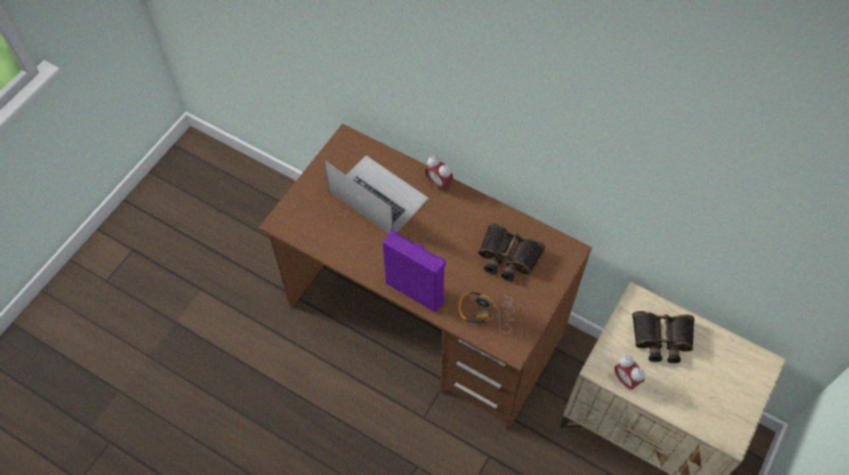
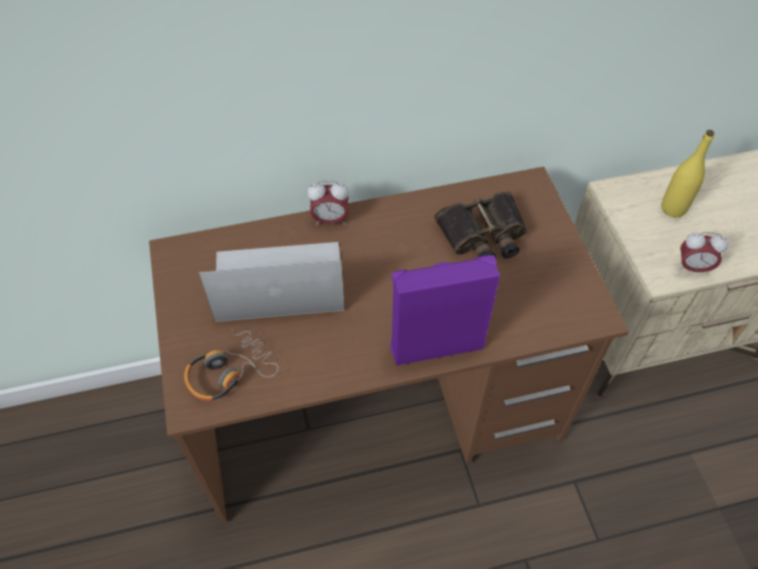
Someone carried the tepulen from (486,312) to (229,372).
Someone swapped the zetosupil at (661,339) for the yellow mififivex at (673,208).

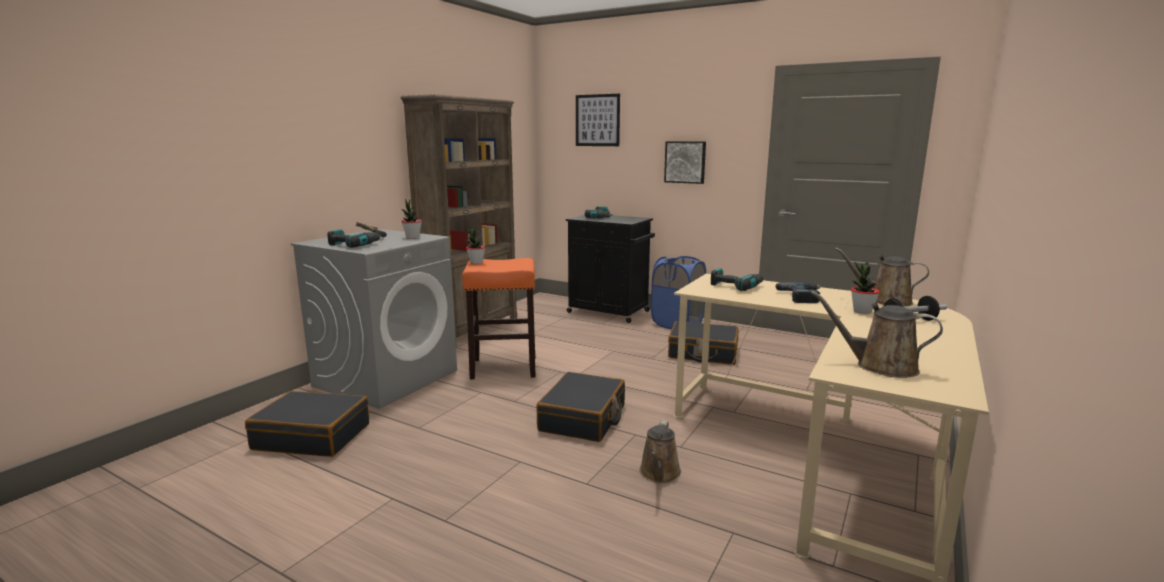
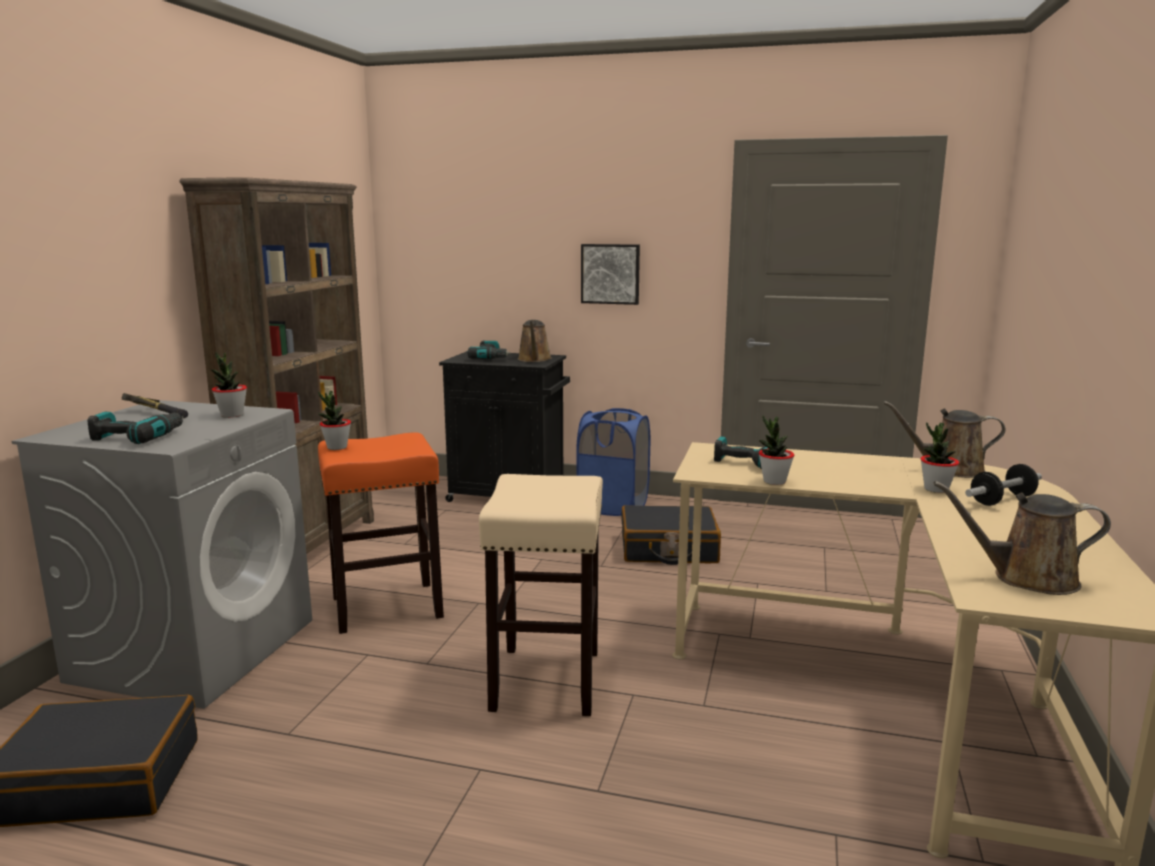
Someone swapped the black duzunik at (583,419) for the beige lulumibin at (546,679).
Someone took away the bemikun at (597,120).
Someone carried the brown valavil from (659,474) to (534,359).
Someone took away the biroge at (803,296).
Someone put down the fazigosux at (774,481).

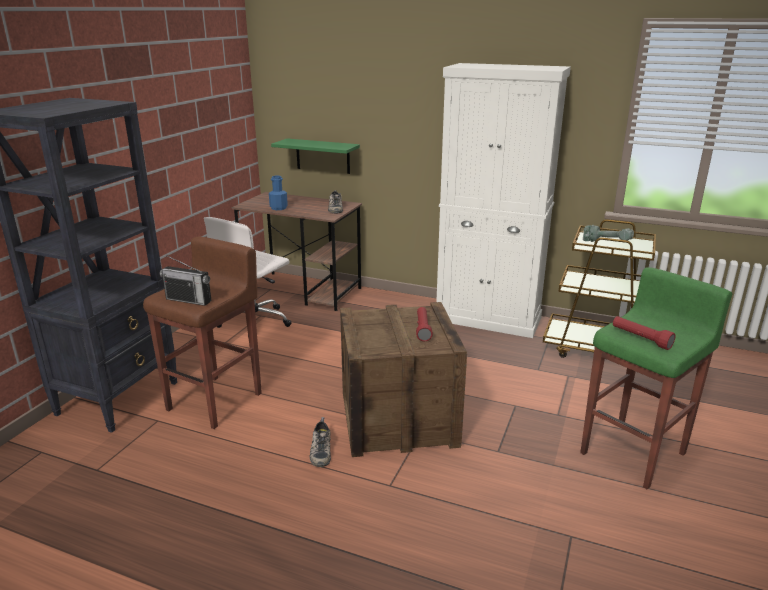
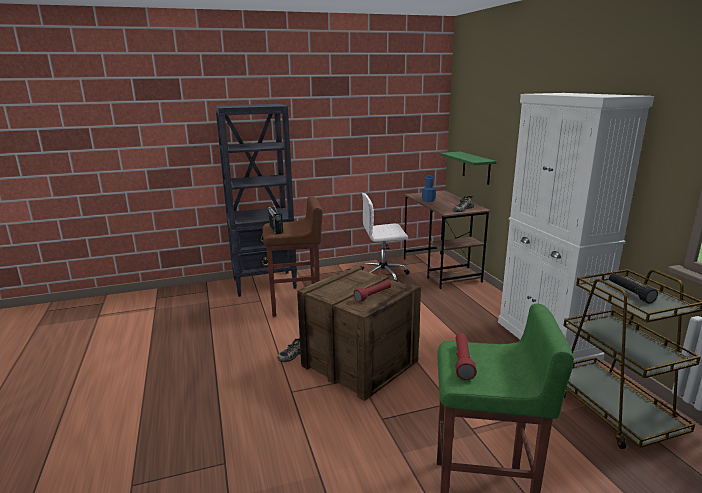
Someone swapped the biroge at (607,243) for the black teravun at (629,293).

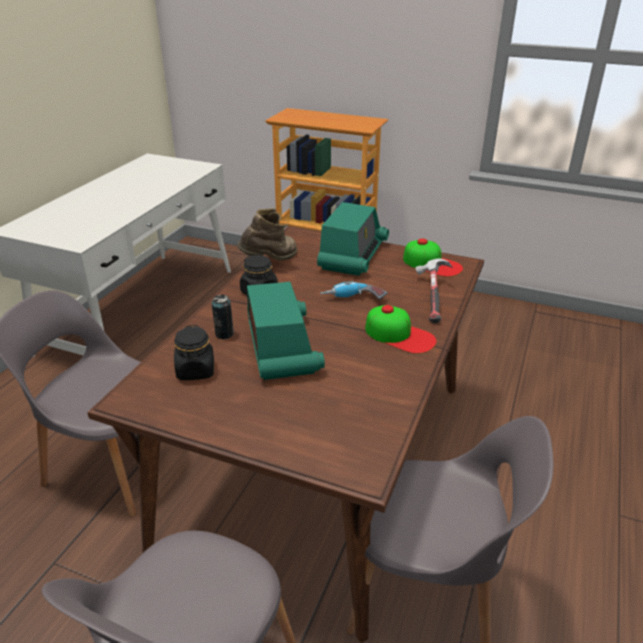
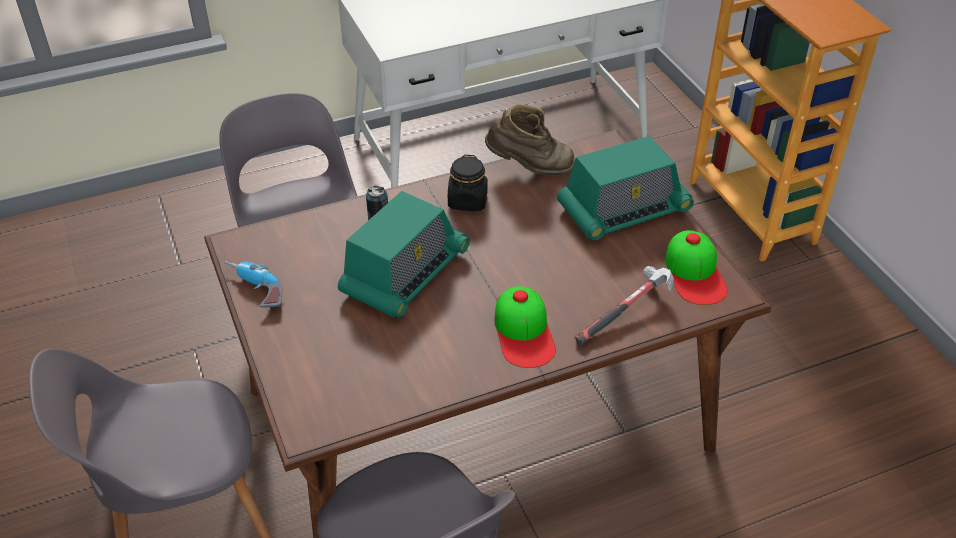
Someone took away the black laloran at (196,370).
Someone carried the biroge from (353,299) to (254,290).

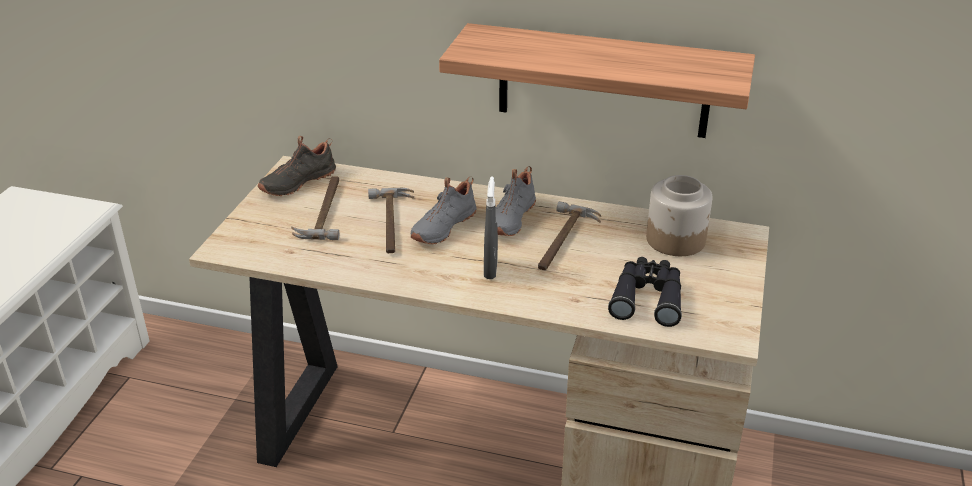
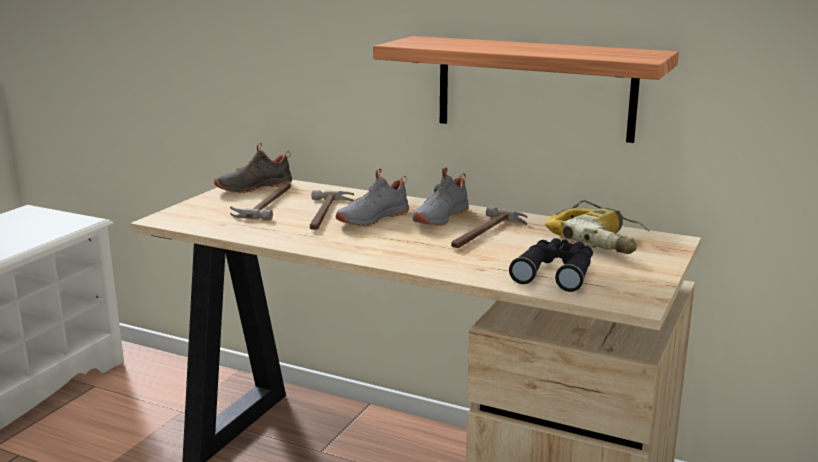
Someone took away the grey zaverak at (490,269).
Someone swapped the laloran at (676,240) for the biroge at (600,239).

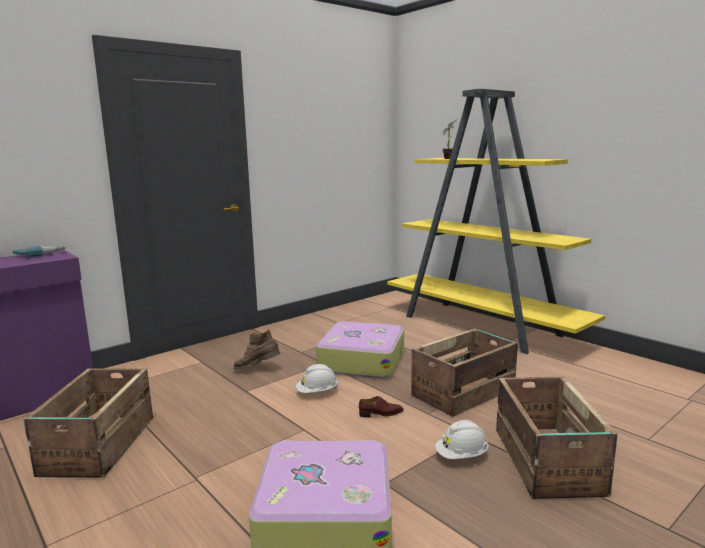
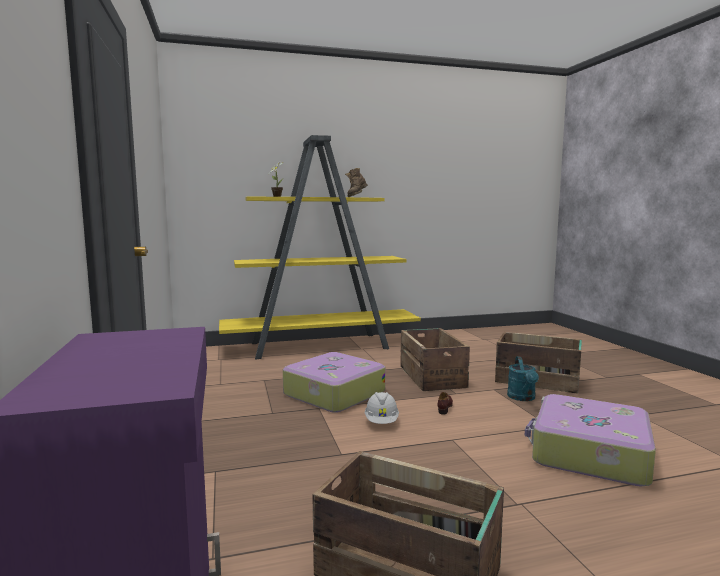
Someone took away the biroge at (40,254).
Someone carried the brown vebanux from (257,369) to (356,197).
Someone swapped the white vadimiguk at (462,456) for the turquoise valavil at (522,398).

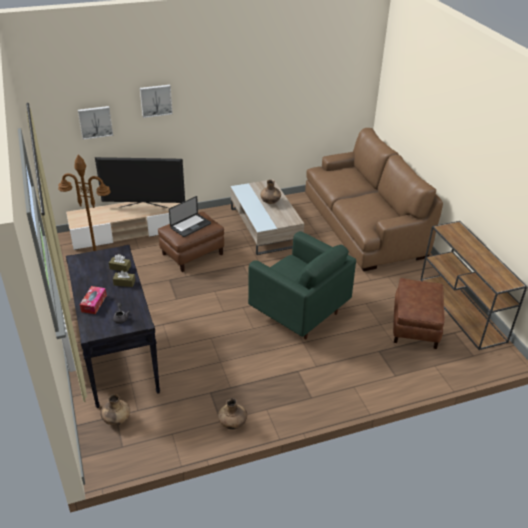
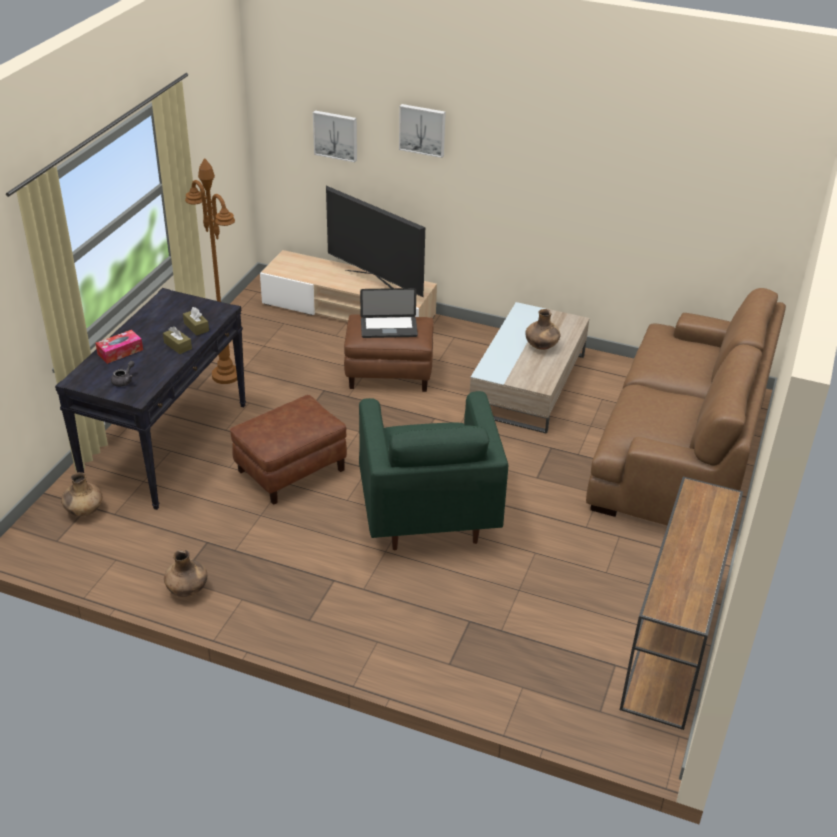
Someone carried the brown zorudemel from (414,326) to (291,470).

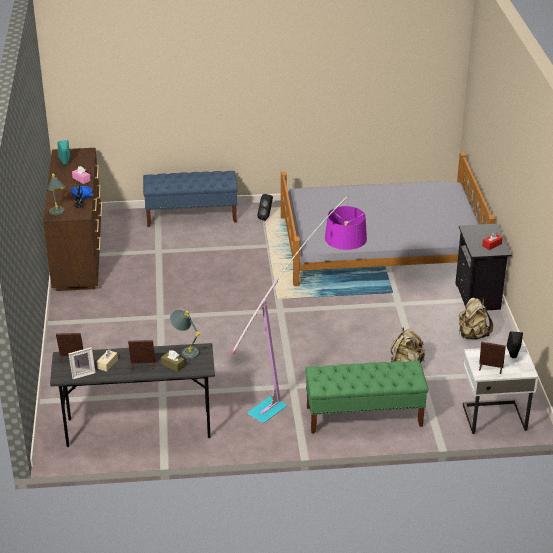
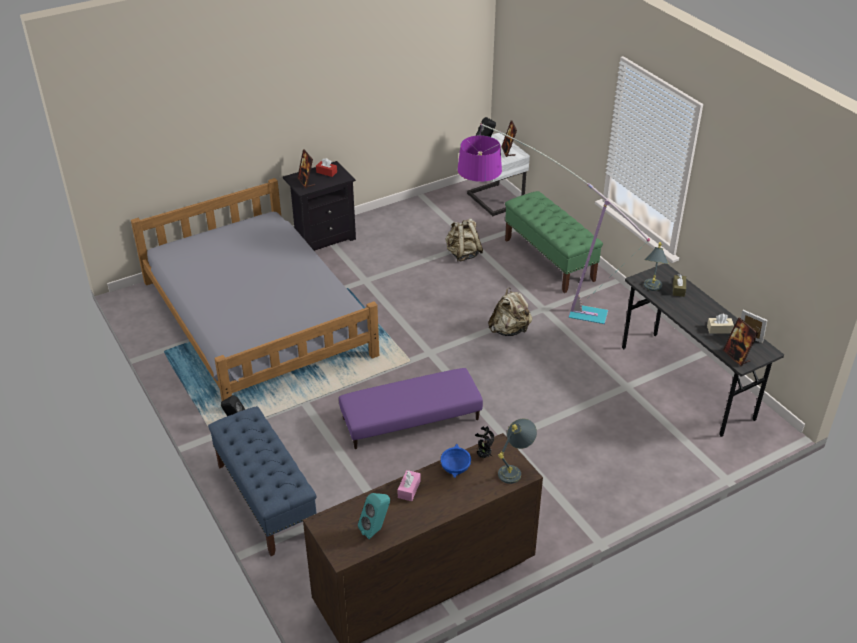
Someone carried the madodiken from (142,365) to (306,182).
Someone carried the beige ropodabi from (472,335) to (509,330).
Someone put down the purple zorudemel at (410,418).

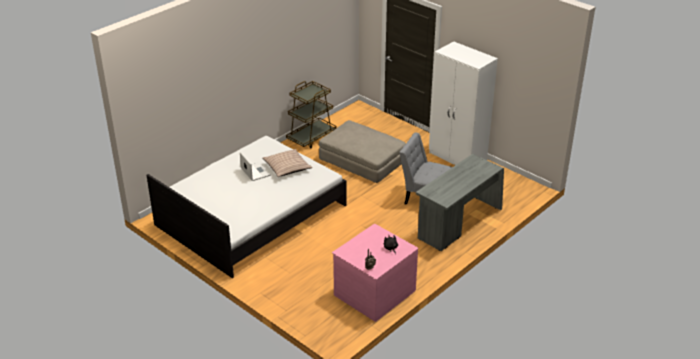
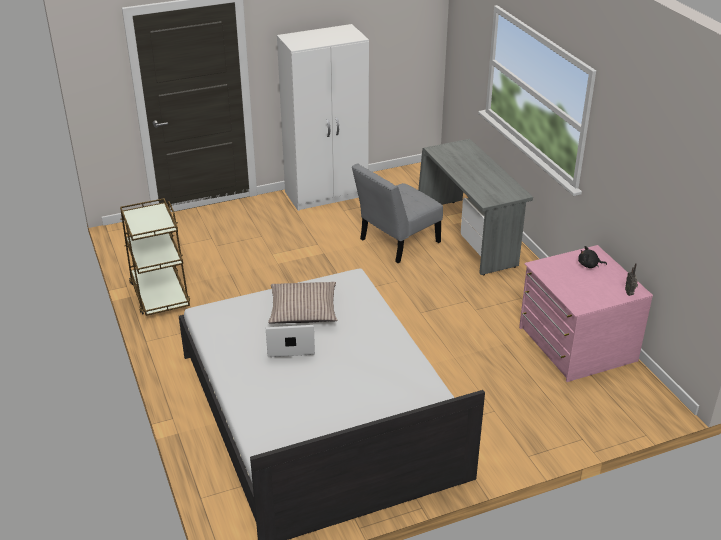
Someone took away the beige zorudemel at (362,159).

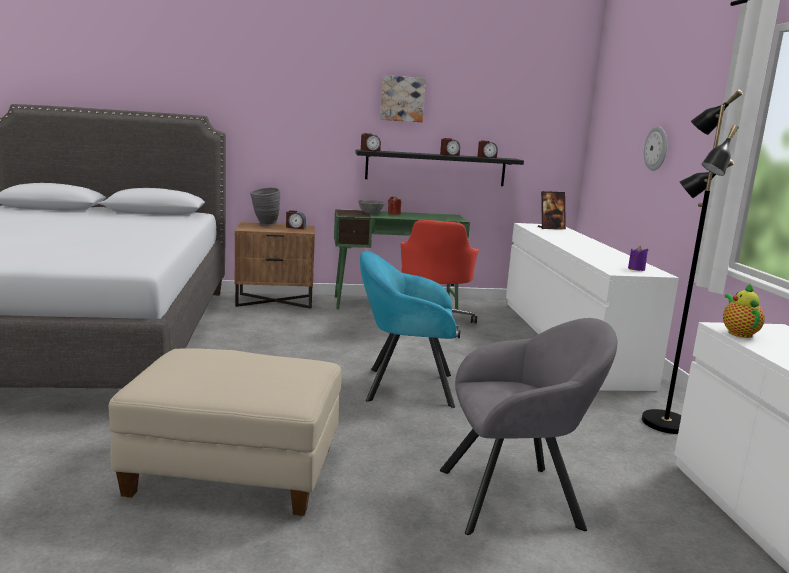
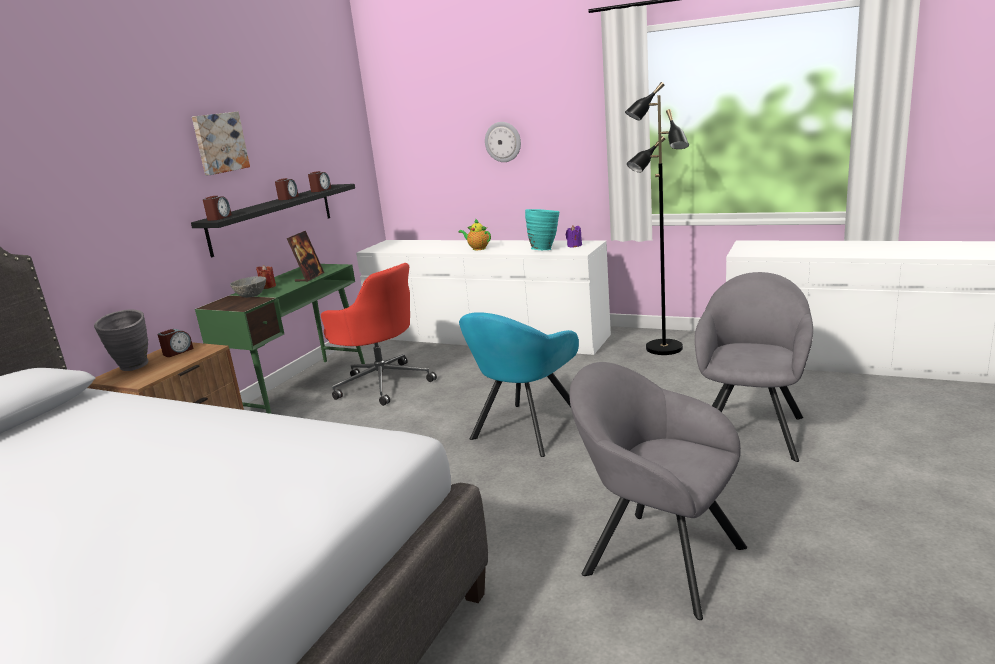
Someone swapped the beige zorudemel at (235,471) for the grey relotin at (656,557).
Someone carried the madodiken from (551,228) to (309,277).
Someone carried the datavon from (738,333) to (477,248).
Someone put down the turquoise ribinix at (544,249).

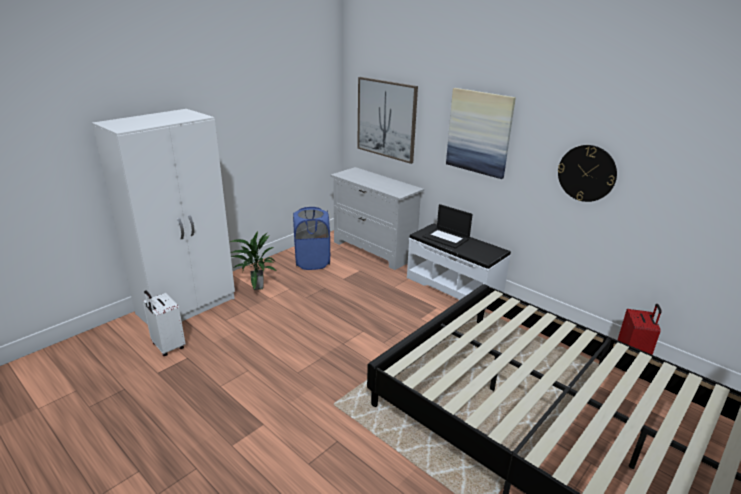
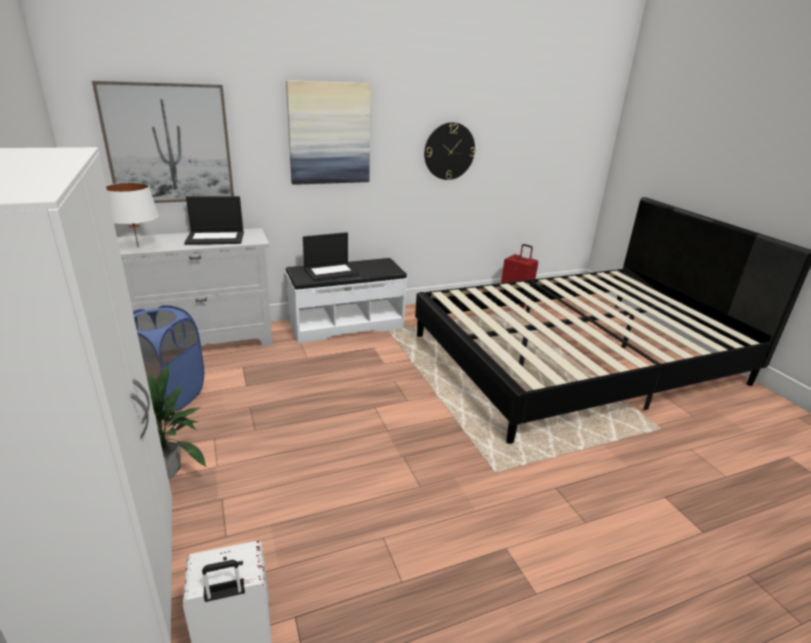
Someone put down the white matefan at (138,247).
Someone put down the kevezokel at (216,238).

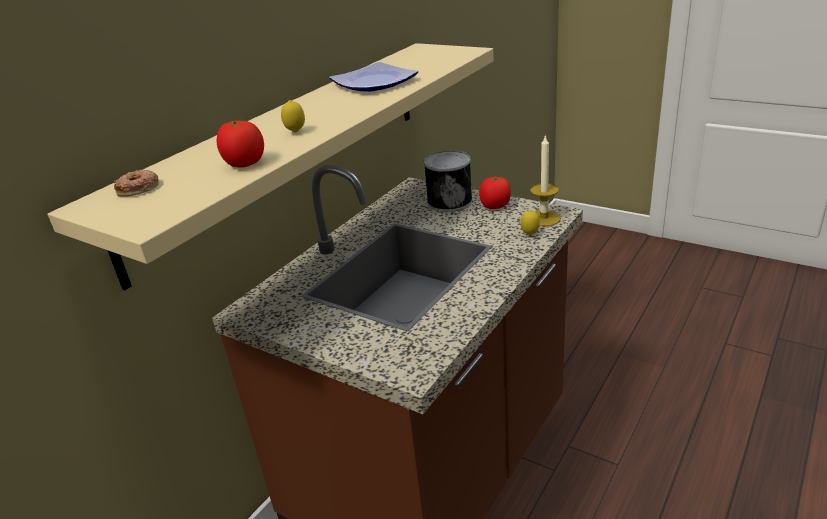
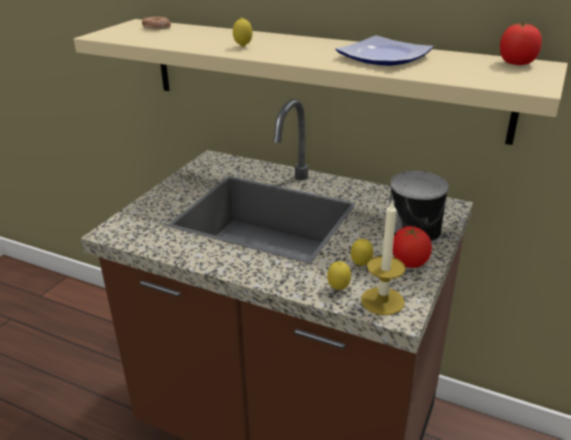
Someone carried the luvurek from (244,164) to (516,63).
Someone put down the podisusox at (361,265).

